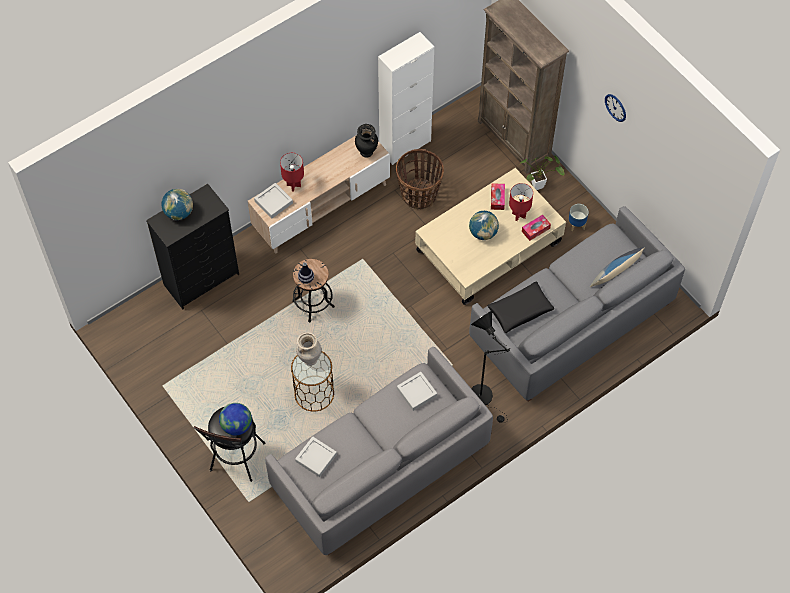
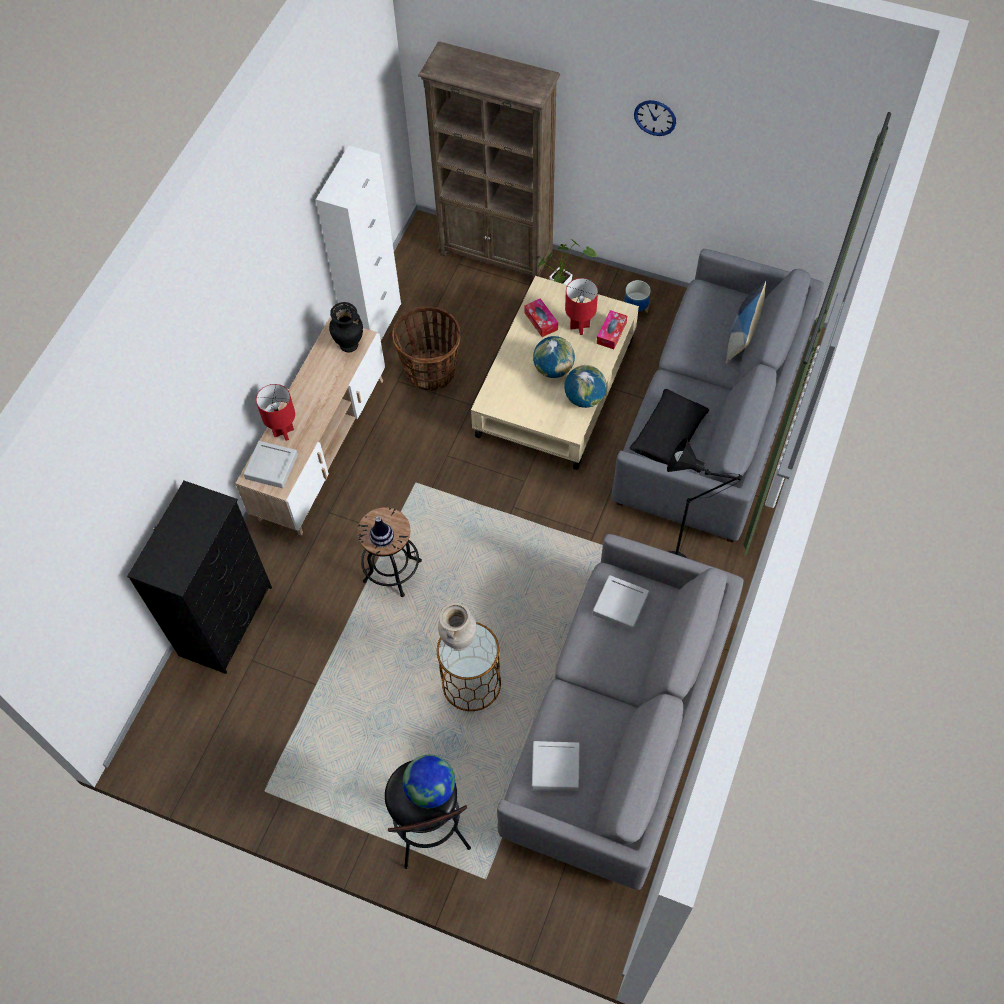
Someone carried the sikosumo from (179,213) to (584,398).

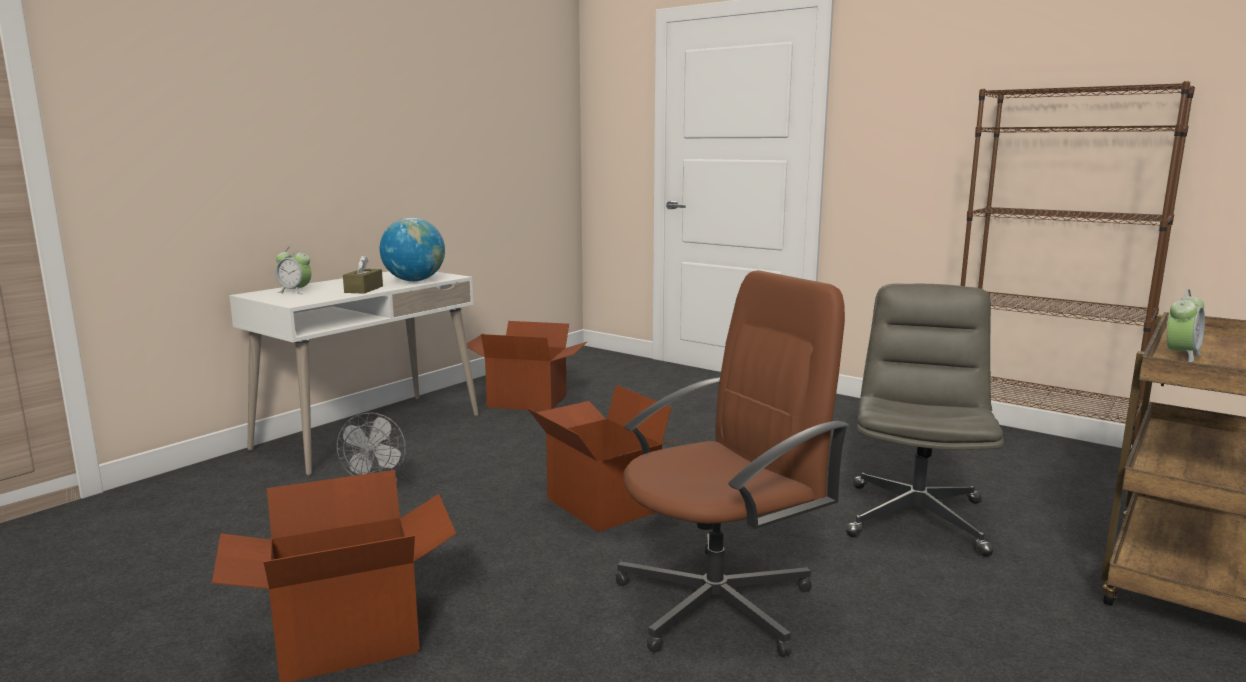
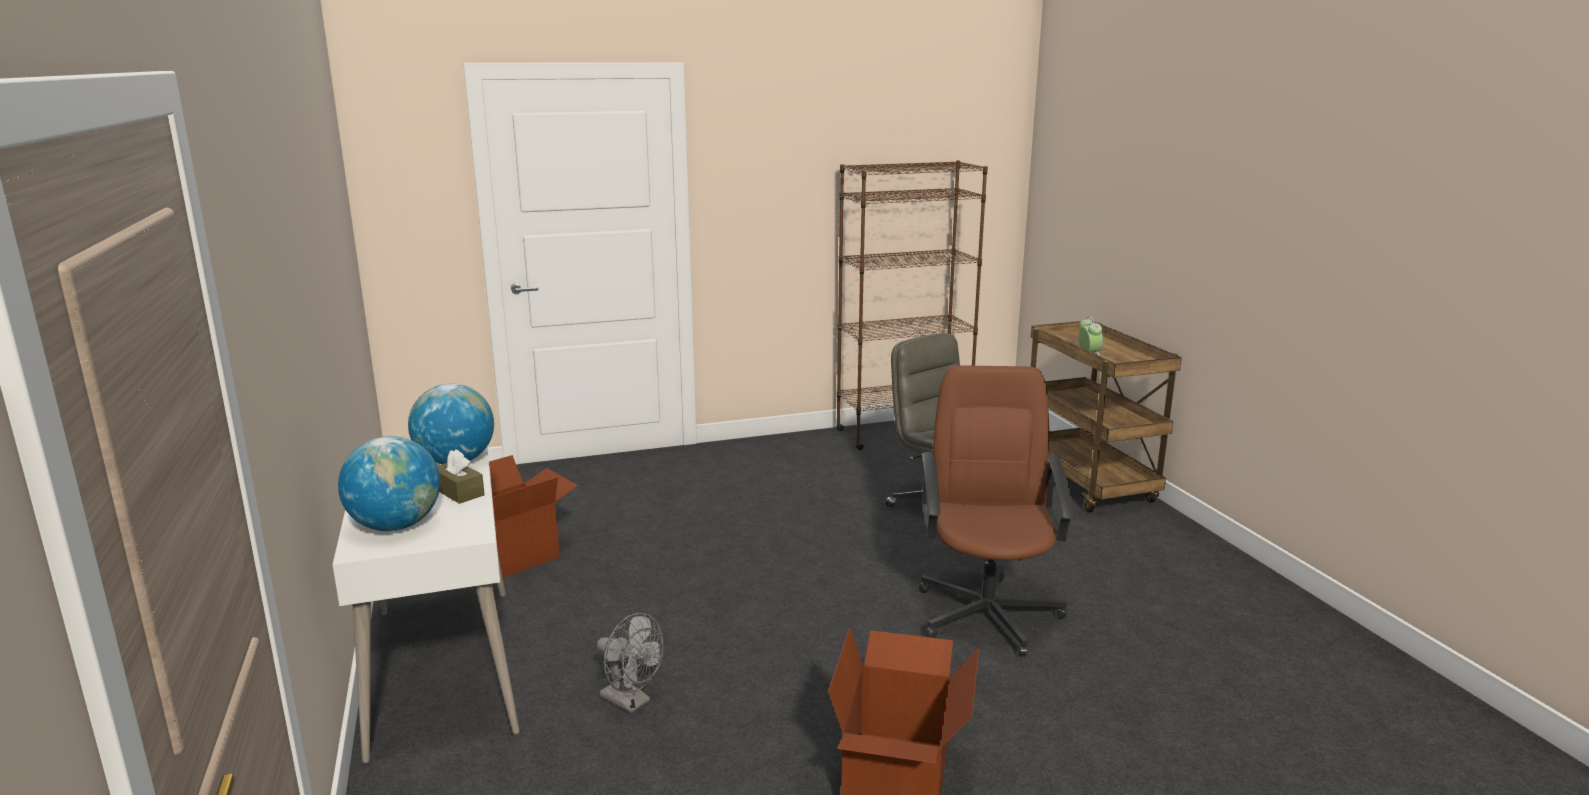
Someone swapped the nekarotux at (295,291) for the sikosumo at (396,526).
Someone took away the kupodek at (601,505).

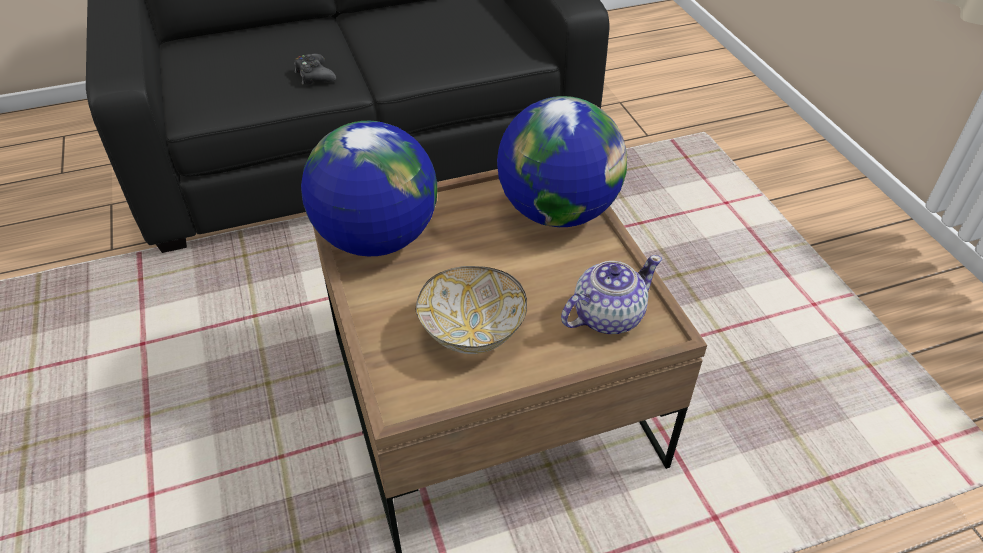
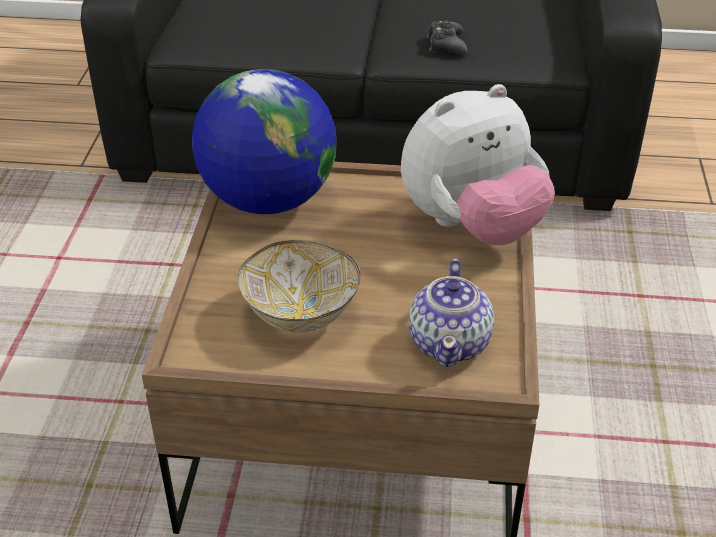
Someone carried the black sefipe from (314,75) to (446,45).
Someone swapped the sikosumo at (557,211) for the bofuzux at (472,226).
Someone rotated the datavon at (606,316) by 105 degrees clockwise.

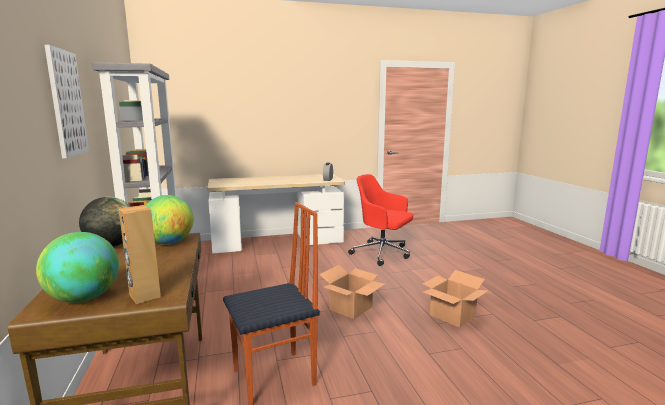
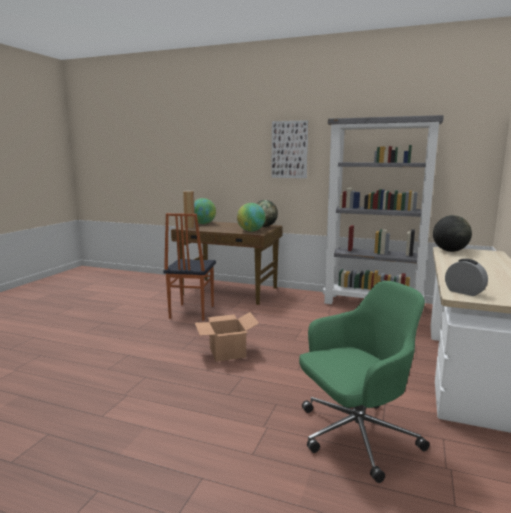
Someone repainted the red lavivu at (382,253), which became the green lavivu at (355,436).
Someone took away the kupodek at (453,315).
Someone put down the sikosumo at (450,251).

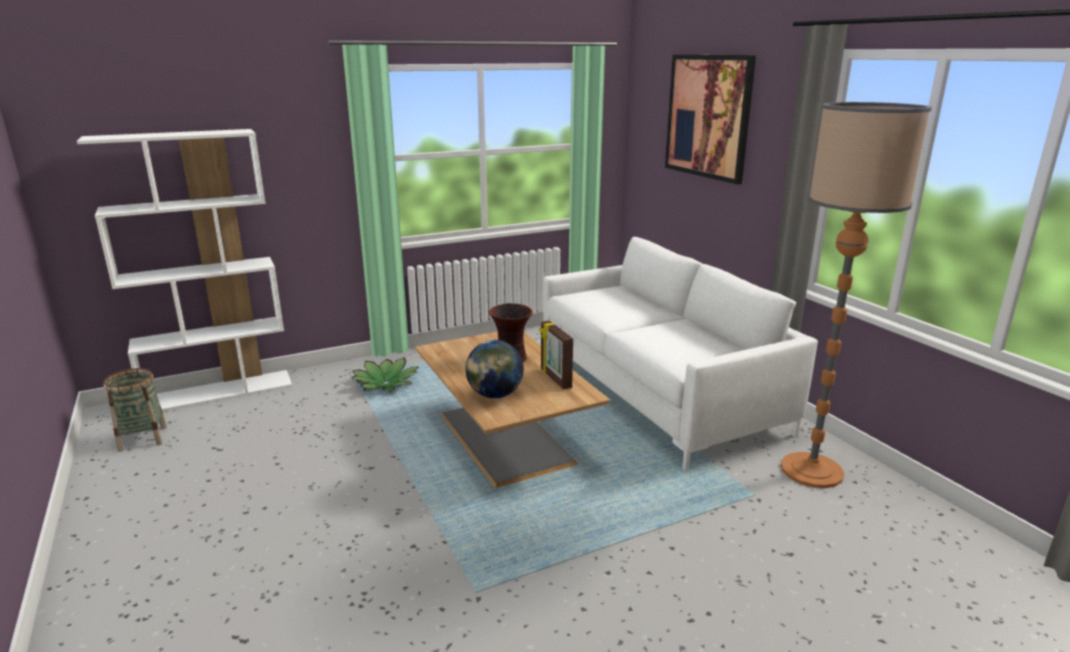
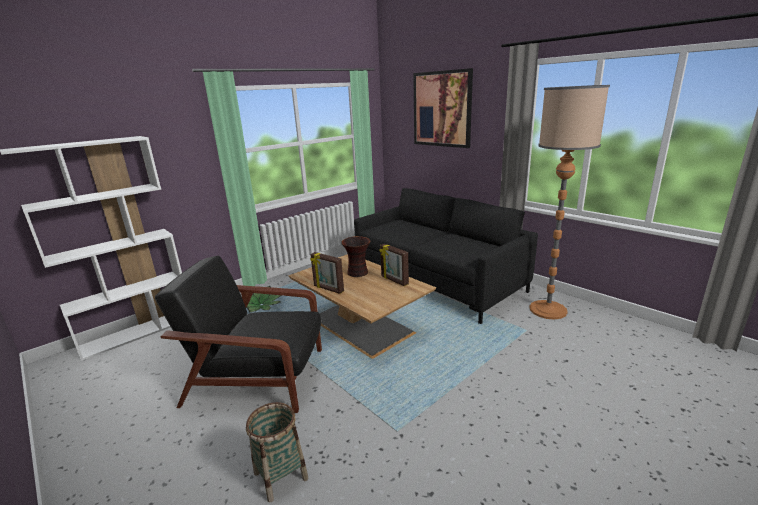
Someone carried the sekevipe from (143,439) to (281,476).
Someone took away the sikosumo at (495,395).
Someone repainted the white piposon at (657,393), which became the black piposon at (438,281).
Someone put down the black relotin at (259,376).
Someone put down the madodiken at (328,289).

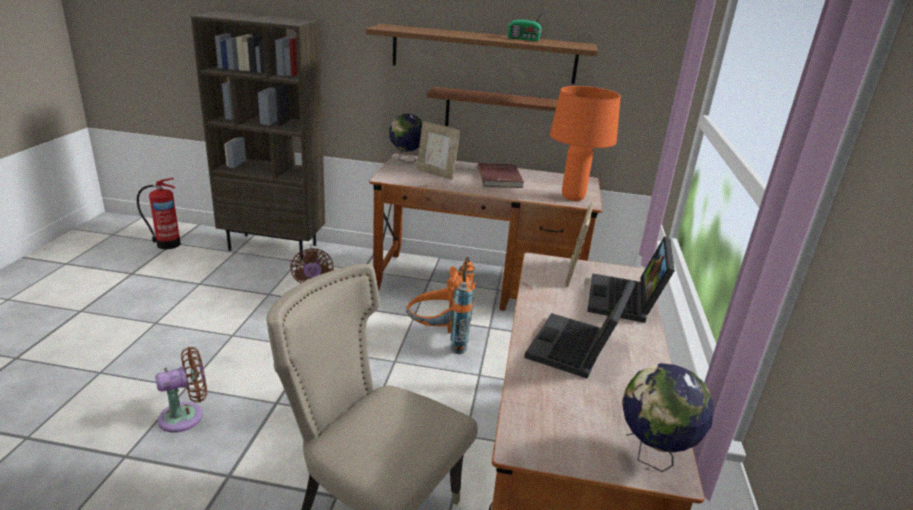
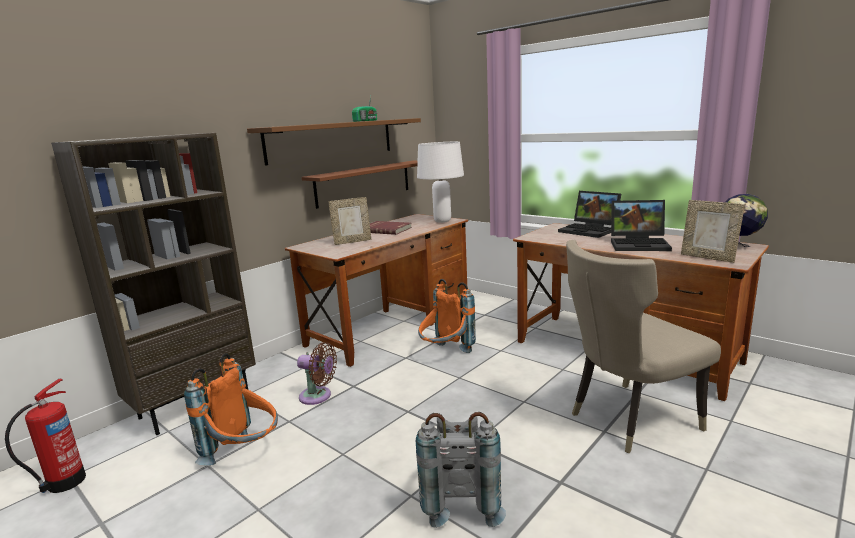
Someone swapped the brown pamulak at (186,416) for the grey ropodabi at (460,500).
Someone took away the sikosumo at (406,160).
Someone rotated the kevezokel at (577,350) by 45 degrees counterclockwise.
Someone repainted the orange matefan at (572,198), which became the white matefan at (442,221).
Someone carried the madodiken from (574,274) to (708,257).
Someone put down the orange ropodabi at (245,454).

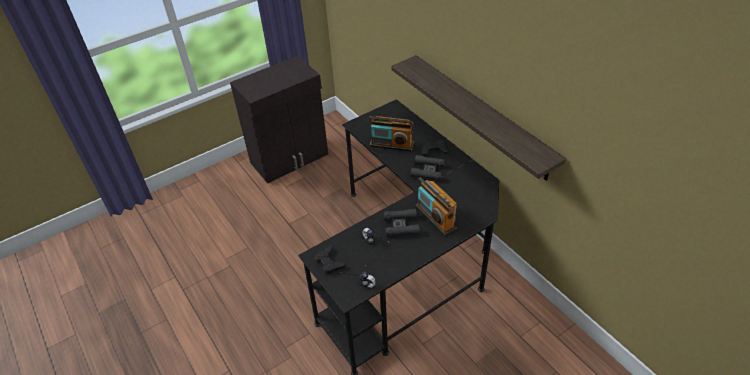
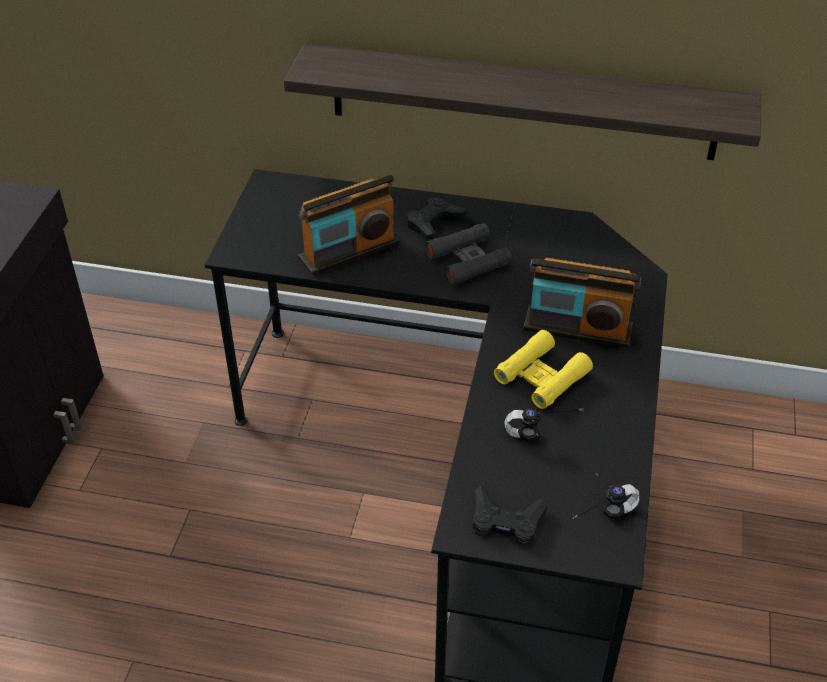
Someone repainted the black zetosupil at (401,225), which became the yellow zetosupil at (542,376).

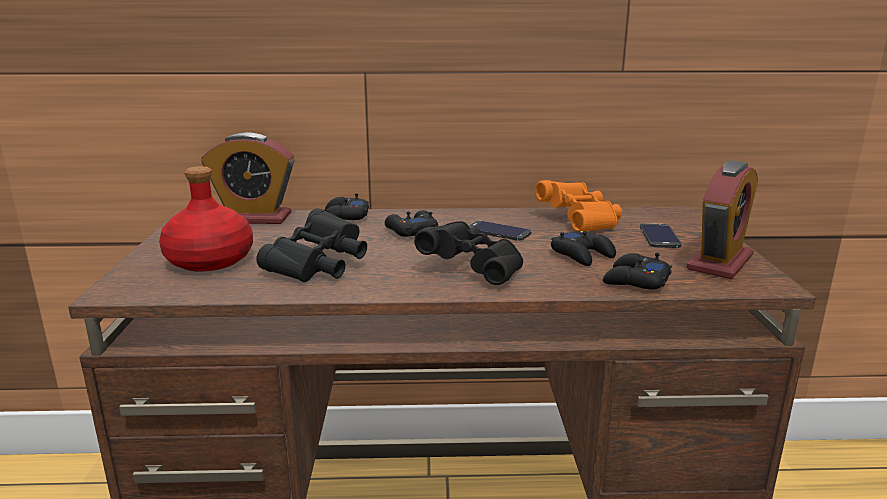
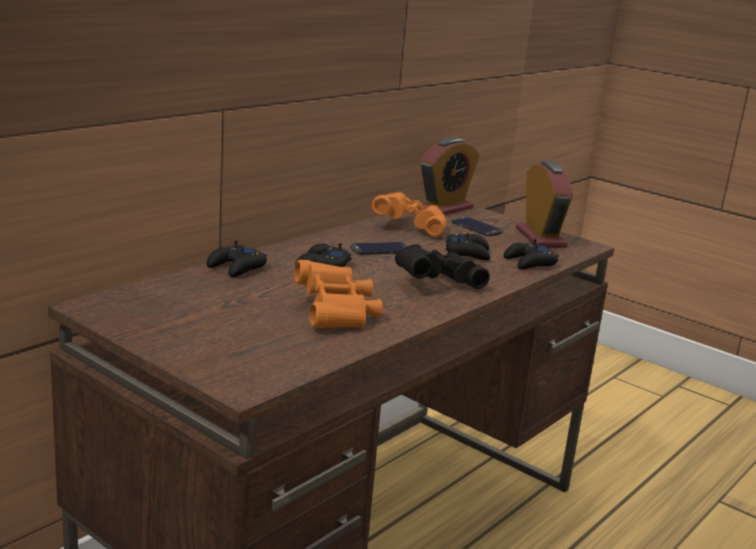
Someone took away the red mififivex at (209,260).
Someone carried the nekarotux from (254,218) to (444,208).
Someone repainted the black zetosupil at (318,266), which became the orange zetosupil at (336,314).

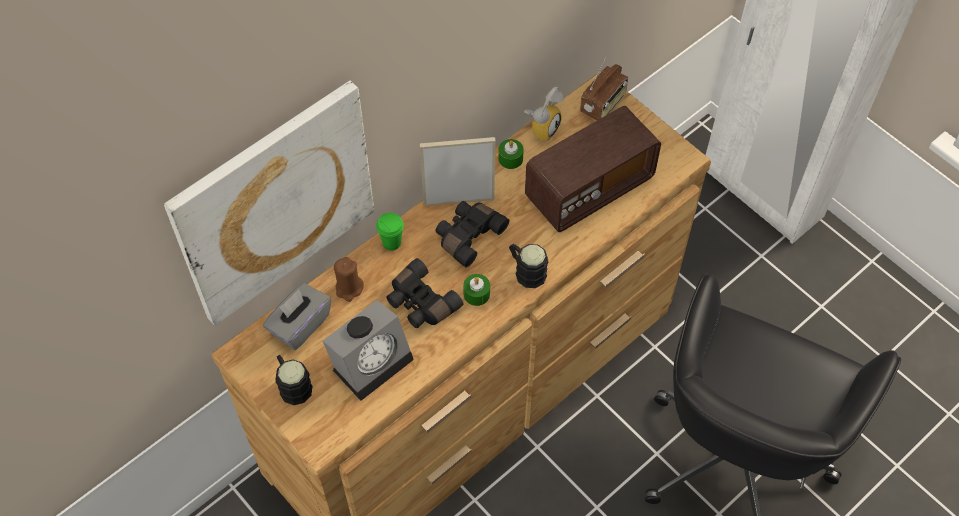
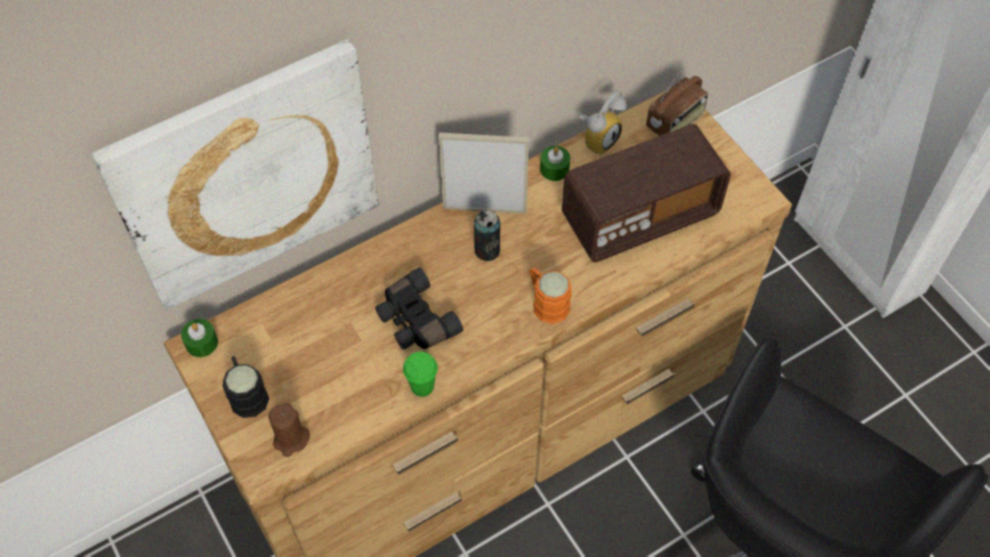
Someone took away the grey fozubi at (300,325).
Someone took away the nekarotux at (372,360).
Someone carried the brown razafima from (349,288) to (291,439).
Someone carried the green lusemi from (391,242) to (422,386).
Someone swapped the black zetosupil at (468,235) for the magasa at (487,250).
Someone carried the green razafima from (476,294) to (201,343).
Someone repainted the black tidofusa at (526,271), which became the orange tidofusa at (546,302).

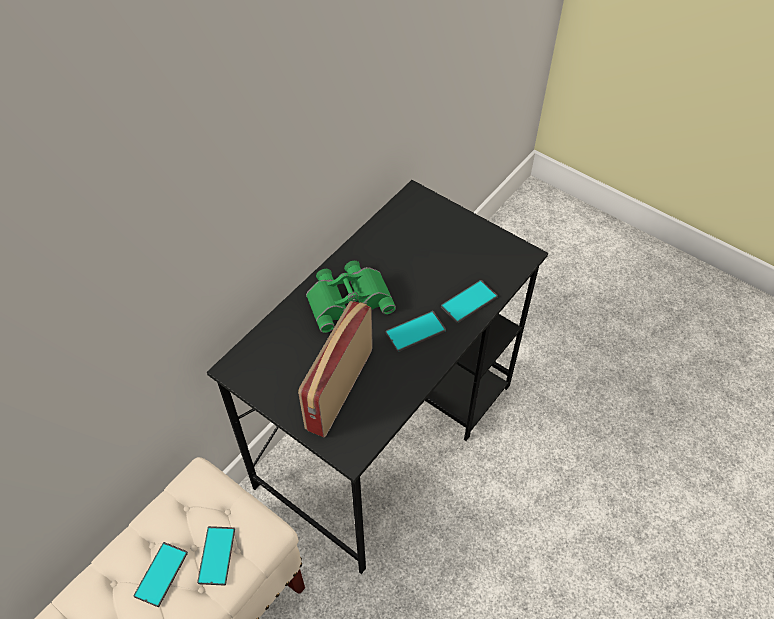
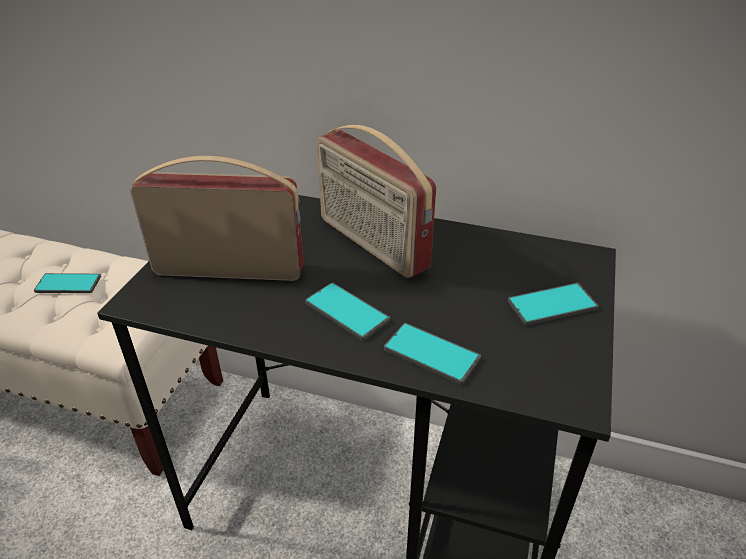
Someone carried the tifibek from (216,555) to (552,305).
Someone swapped the green zetosupil at (348,298) for the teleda at (371,244).

